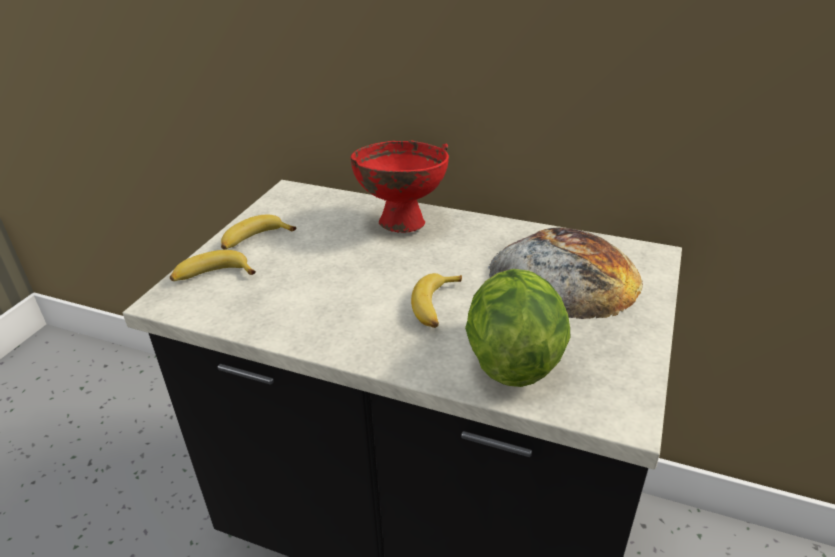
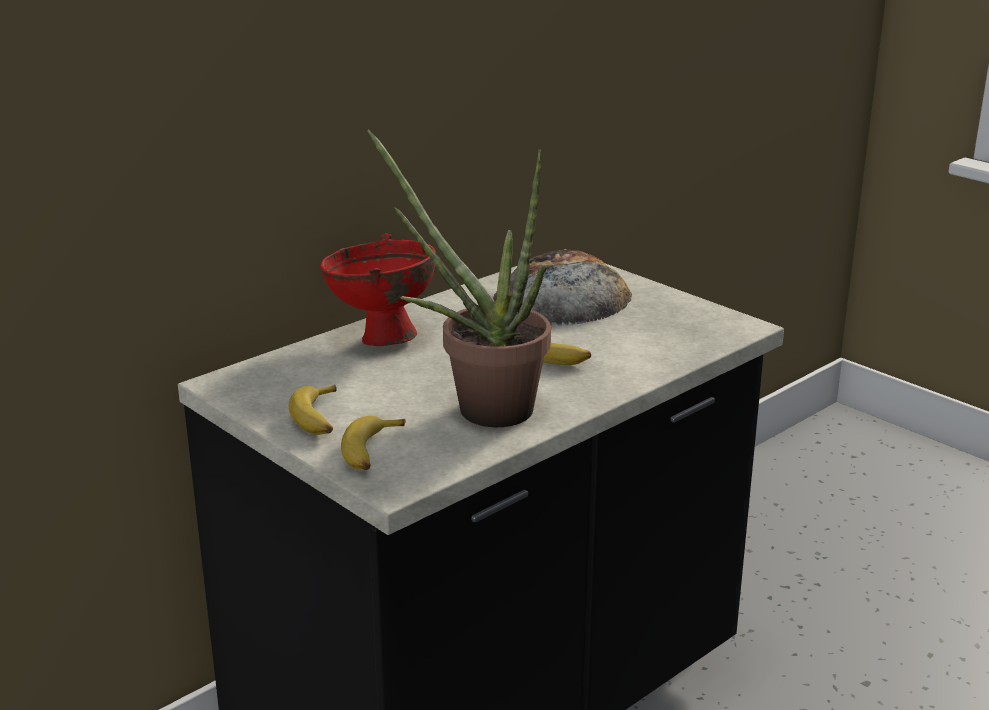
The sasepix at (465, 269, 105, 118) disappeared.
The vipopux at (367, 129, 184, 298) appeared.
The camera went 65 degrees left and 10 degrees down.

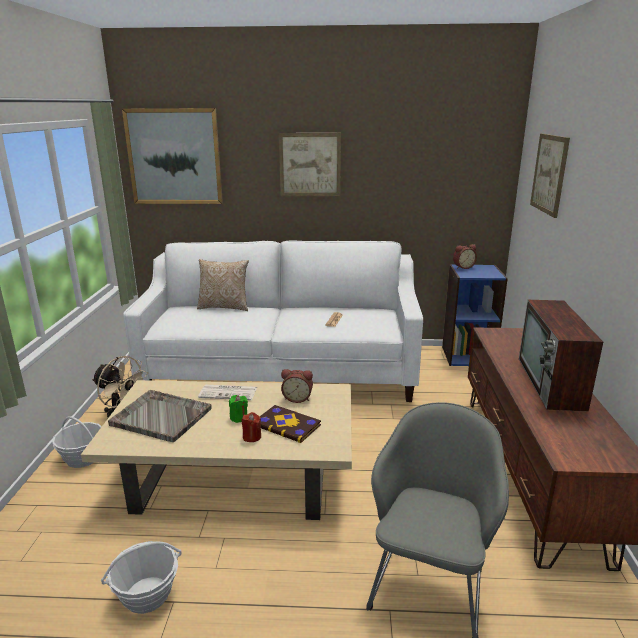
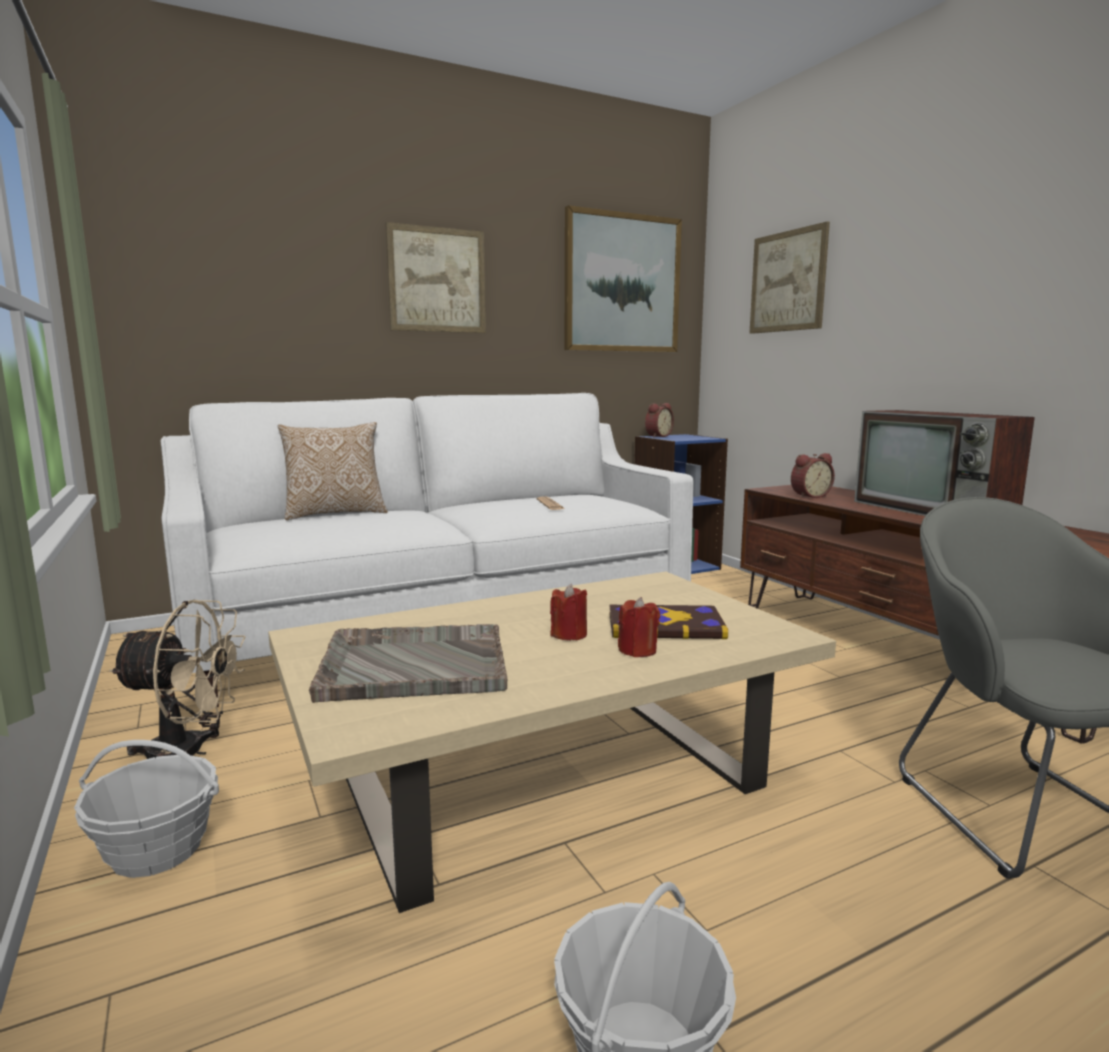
The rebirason at (198, 385, 59, 15) disappeared.
The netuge moved from (122, 108, 101, 96) to (565, 205, 117, 147).
The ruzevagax moved from (281, 369, 32, 34) to (791, 453, 44, 45).
The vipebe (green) at (229, 395, 19, 28) became the vipebe (red) at (550, 584, 37, 56).
The camera went 30 degrees left and 10 degrees down.

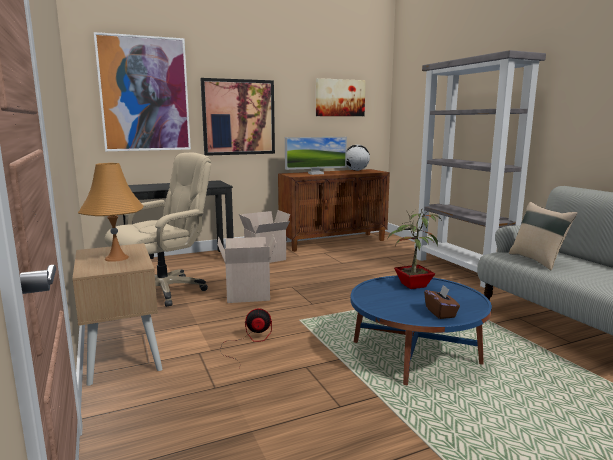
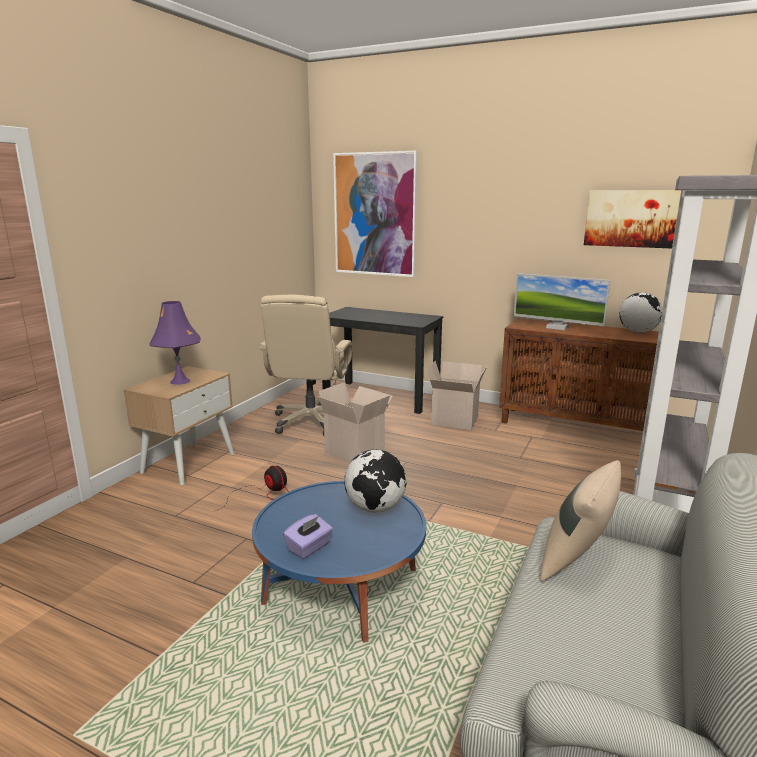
The netuge at (200, 78, 75, 78) disappeared.
The vipopux at (388, 209, 54, 80) was replaced by the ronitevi at (344, 449, 63, 64).
The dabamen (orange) at (78, 163, 66, 99) became the dabamen (purple) at (150, 301, 51, 84).
The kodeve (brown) at (424, 285, 36, 34) became the kodeve (purple) at (283, 514, 50, 45).
The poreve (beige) at (105, 153, 106, 154) turned 90 degrees clockwise.
The camera went 50 degrees right and 5 degrees up.

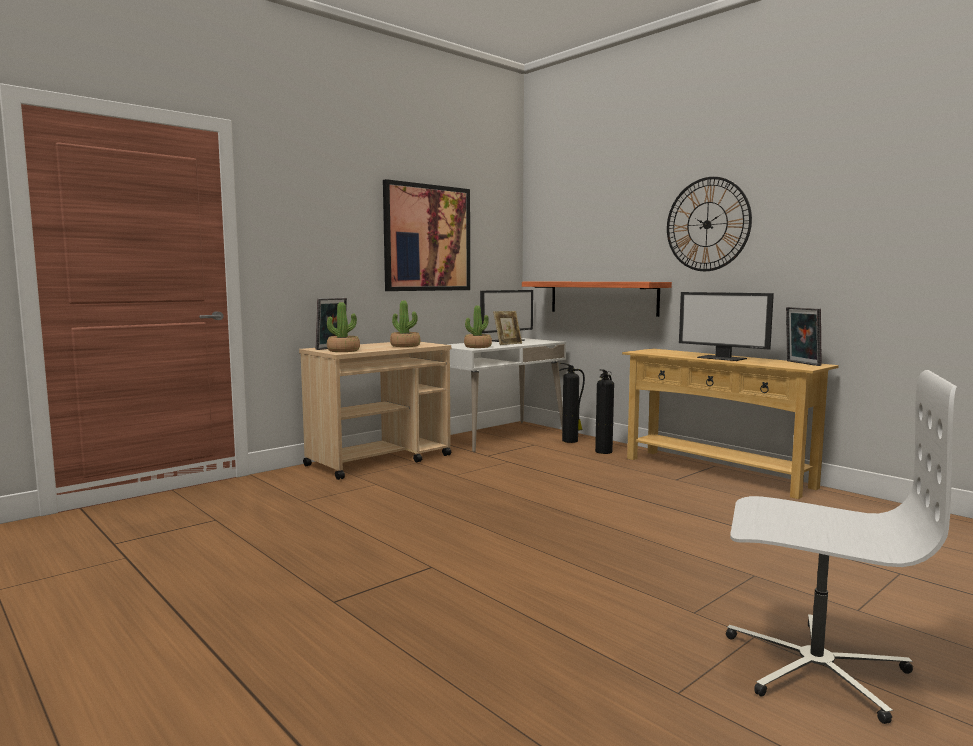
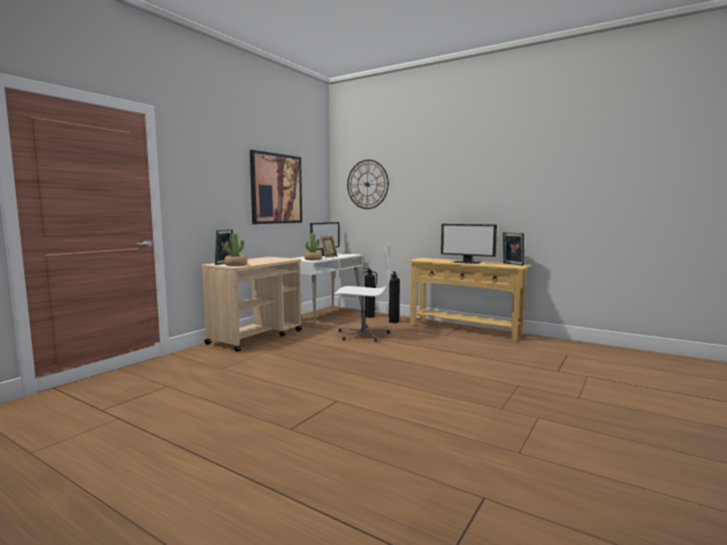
The vipopux at (390, 301, 30, 46) disappeared.
The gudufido at (522, 282, 150, 35) disappeared.
The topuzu moved from (667, 177, 85, 94) to (347, 160, 42, 49).
The poreve (white) moved from (726, 370, 231, 354) to (334, 243, 57, 99).
The camera went 15 degrees left and 0 degrees up.

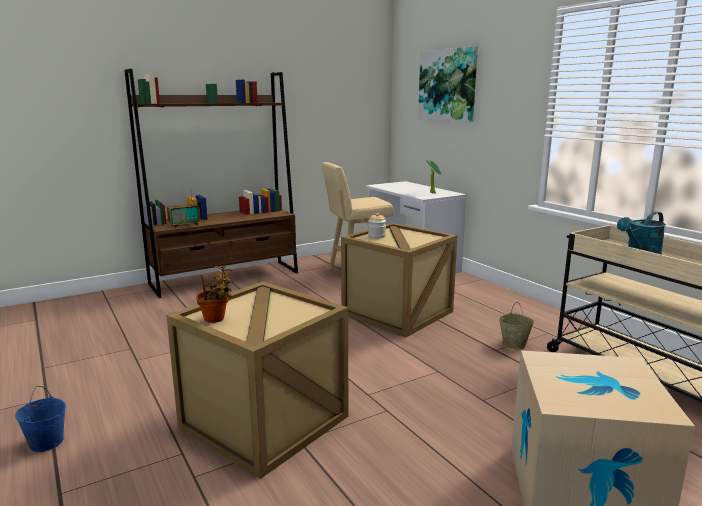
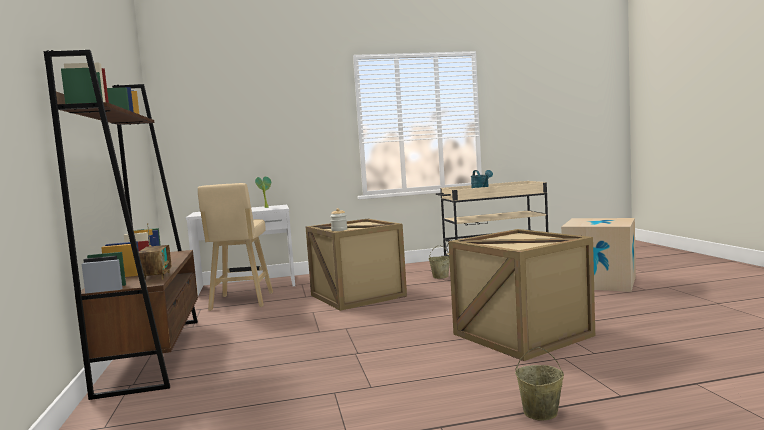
The vipopux at (196, 265, 38, 58) disappeared.
The netuge at (418, 46, 60, 76) disappeared.
The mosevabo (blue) at (15, 386, 51, 66) became the mosevabo (beige) at (515, 347, 49, 73).
The camera went 70 degrees left and 10 degrees down.

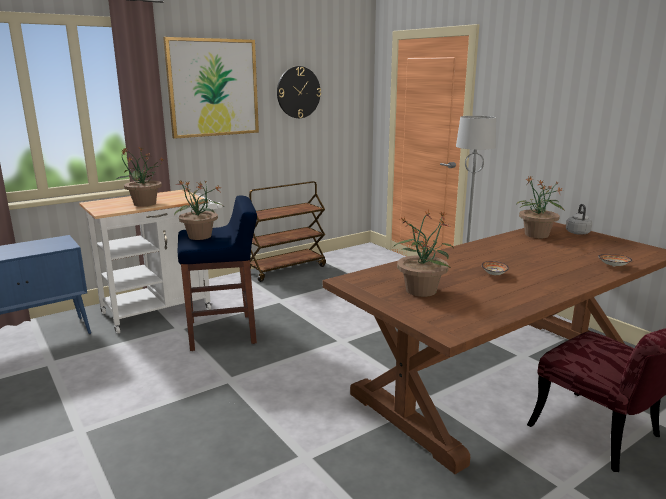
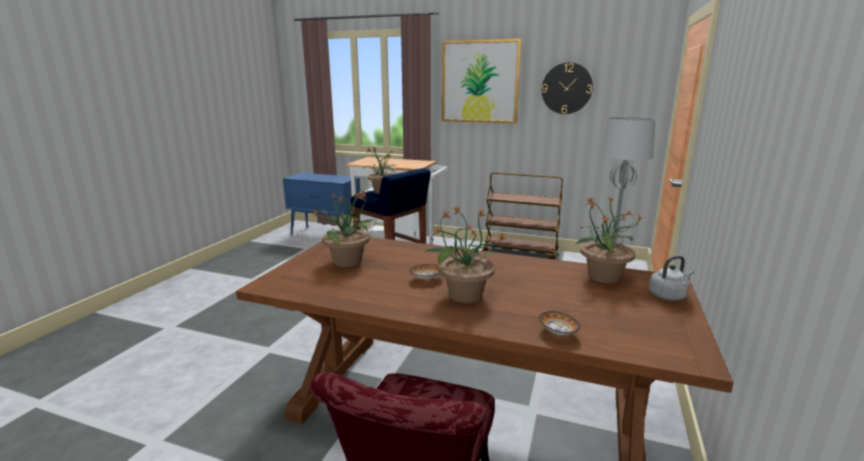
The vipopux moved from (115, 148, 48, 58) to (423, 206, 83, 97).
The camera went 55 degrees right and 0 degrees up.

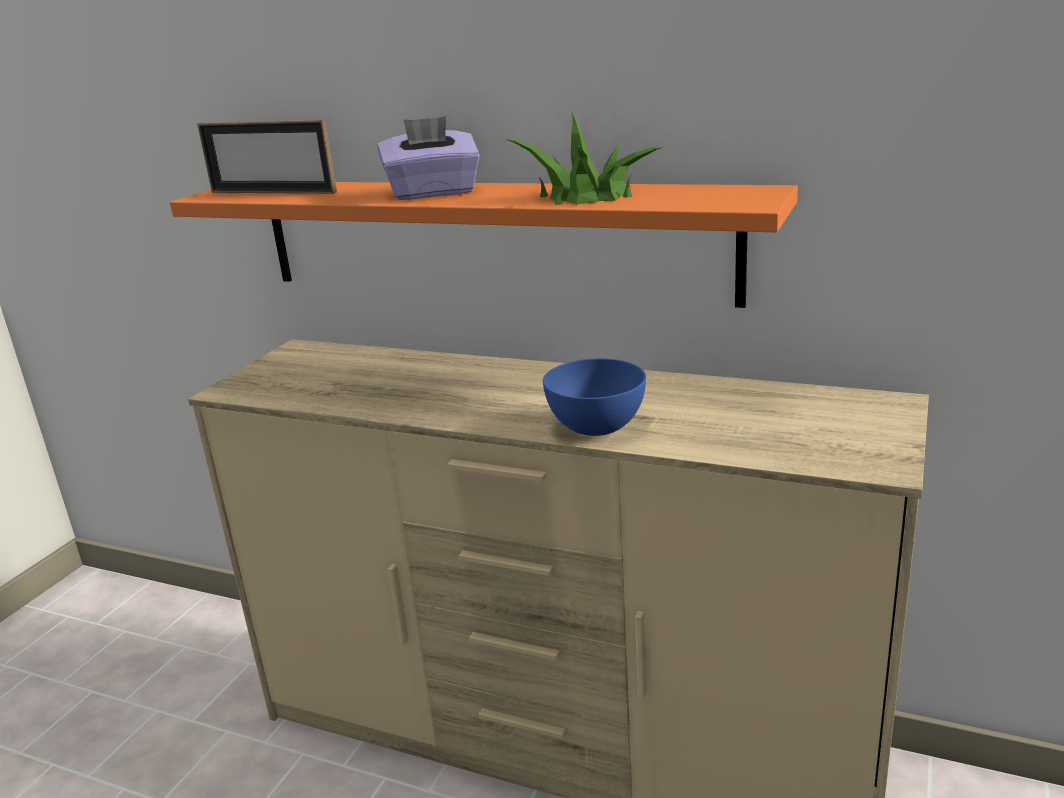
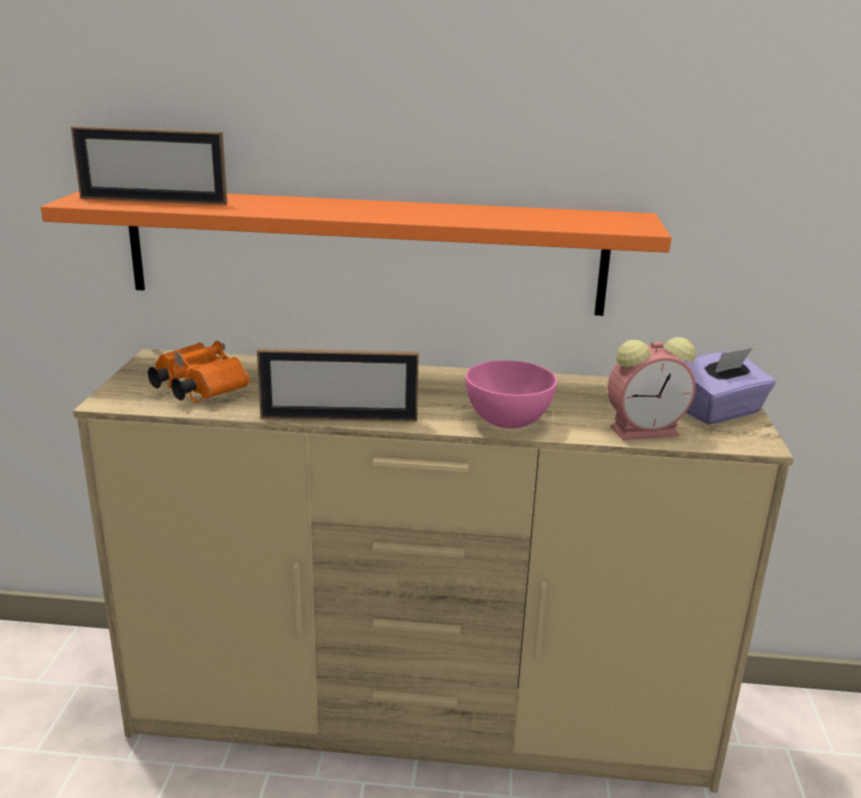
The vipopux at (506, 113, 157, 92) disappeared.
The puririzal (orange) at (148, 341, 102, 61) appeared.
The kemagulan at (257, 348, 162, 74) appeared.
The ruzevagax at (607, 337, 89, 103) appeared.
The kodeve (purple) moved from (377, 116, 103, 84) to (684, 348, 92, 77).
The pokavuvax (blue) at (543, 358, 103, 78) became the pokavuvax (pink) at (466, 360, 91, 69).
The camera went 20 degrees left and 0 degrees up.

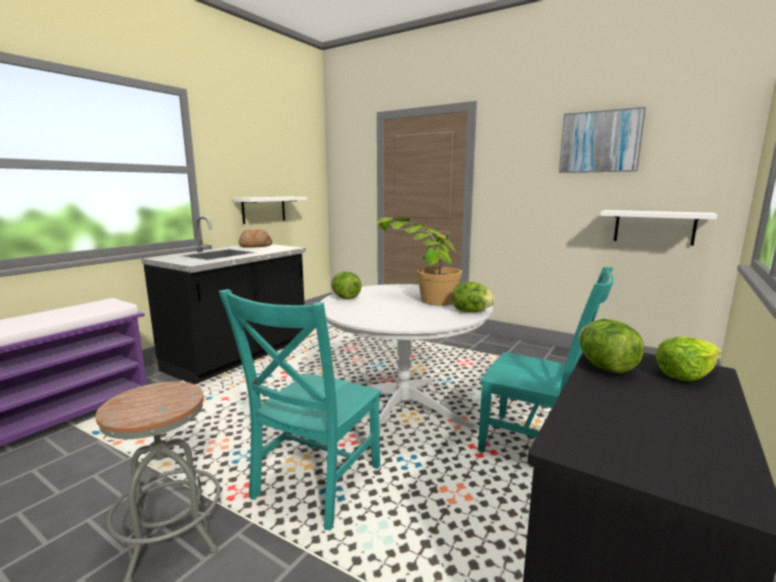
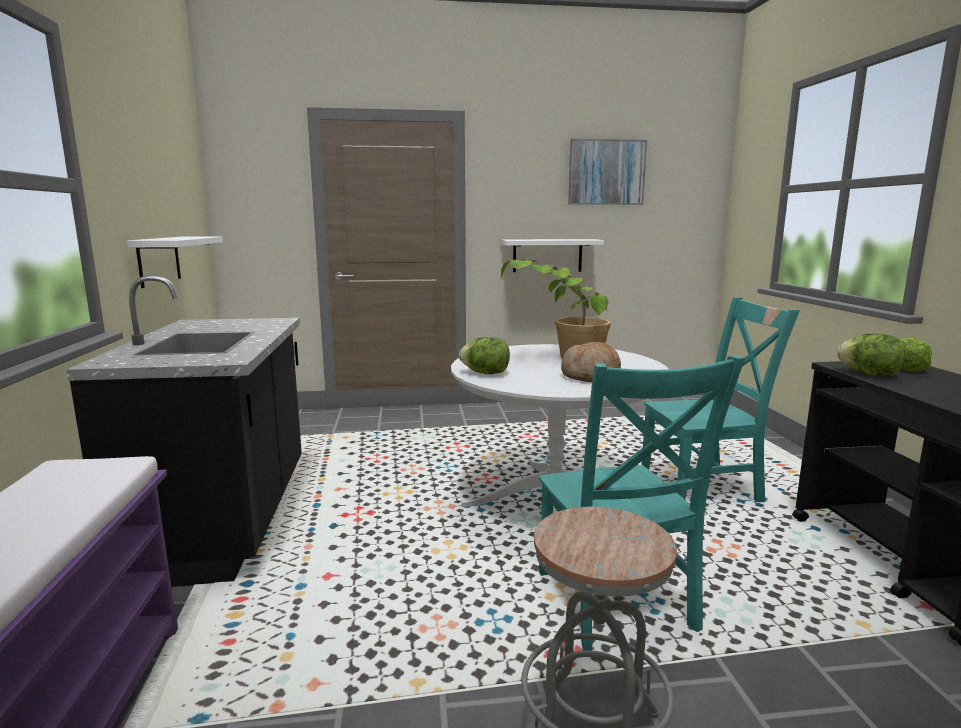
The sasepix at (453, 282, 42, 30) disappeared.
The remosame moved from (239, 229, 33, 19) to (561, 342, 60, 40).
The gudufido (white) moved from (600, 210, 117, 36) to (501, 239, 103, 33).
The camera went 40 degrees left and 0 degrees up.

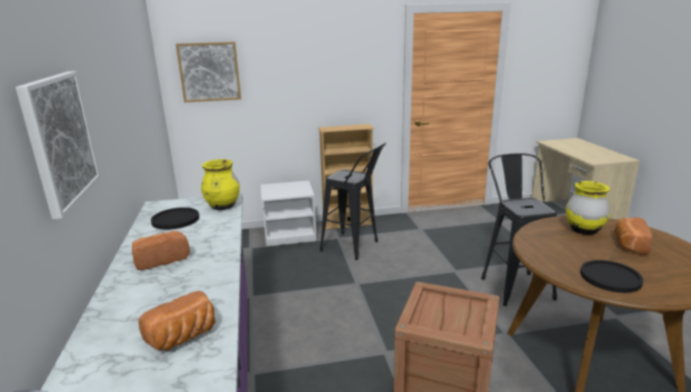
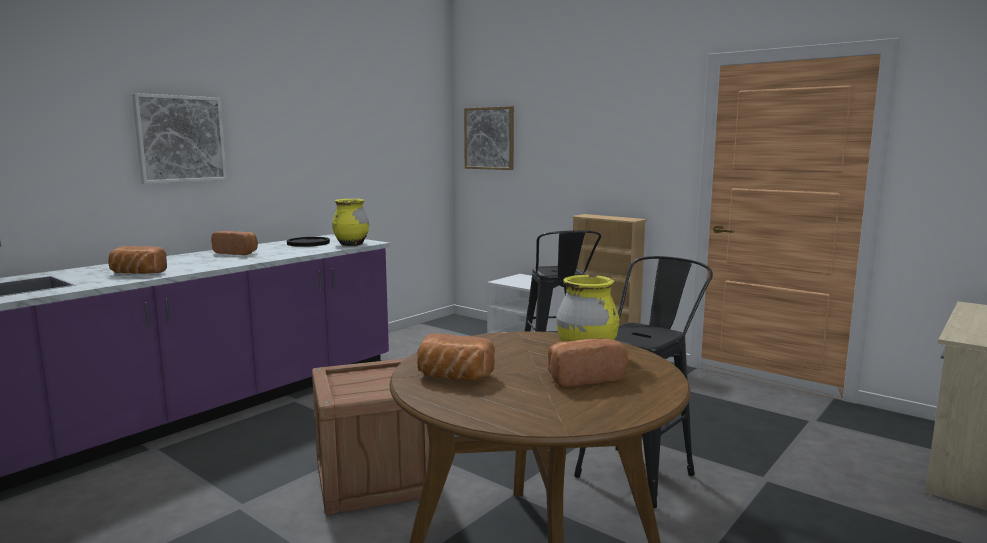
The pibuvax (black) at (580, 260, 63, 33) was replaced by the remosame at (417, 333, 78, 48).
The camera went 50 degrees right and 10 degrees down.

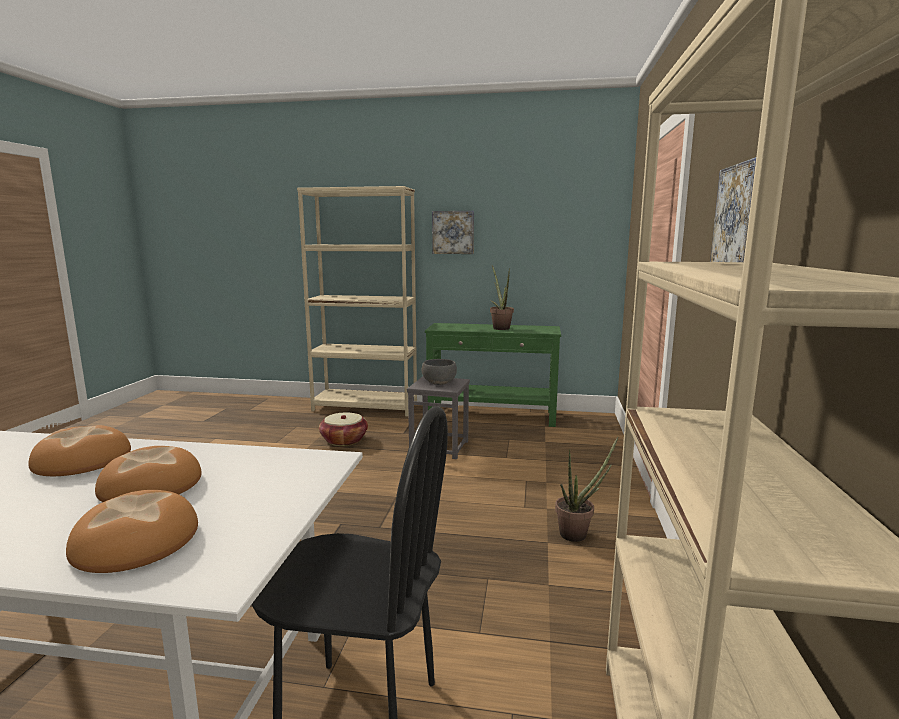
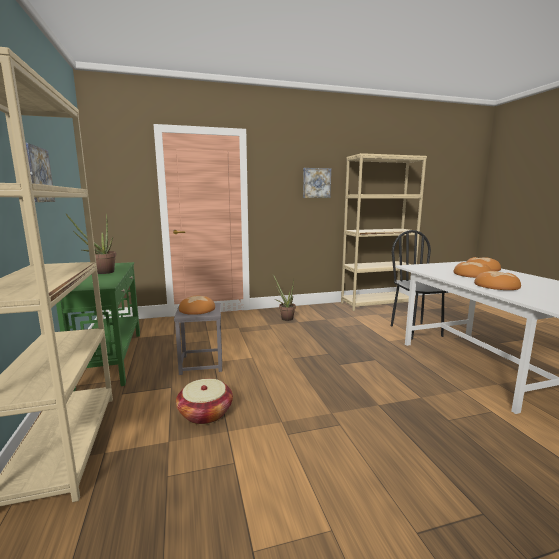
The pokavuvax (grey) at (422, 359, 35, 26) was replaced by the remosame at (179, 295, 36, 20).
The camera went 115 degrees left and 0 degrees up.

